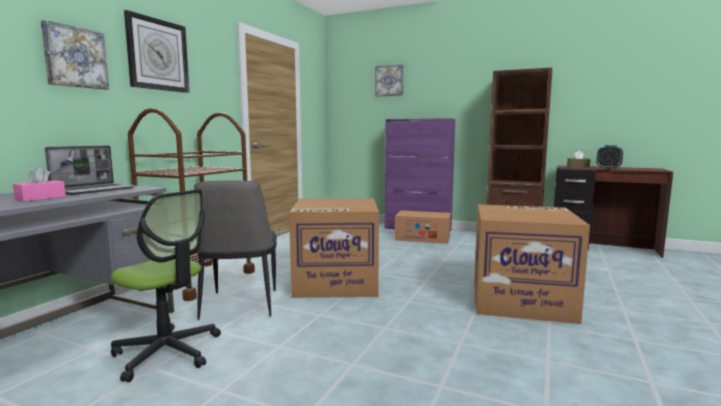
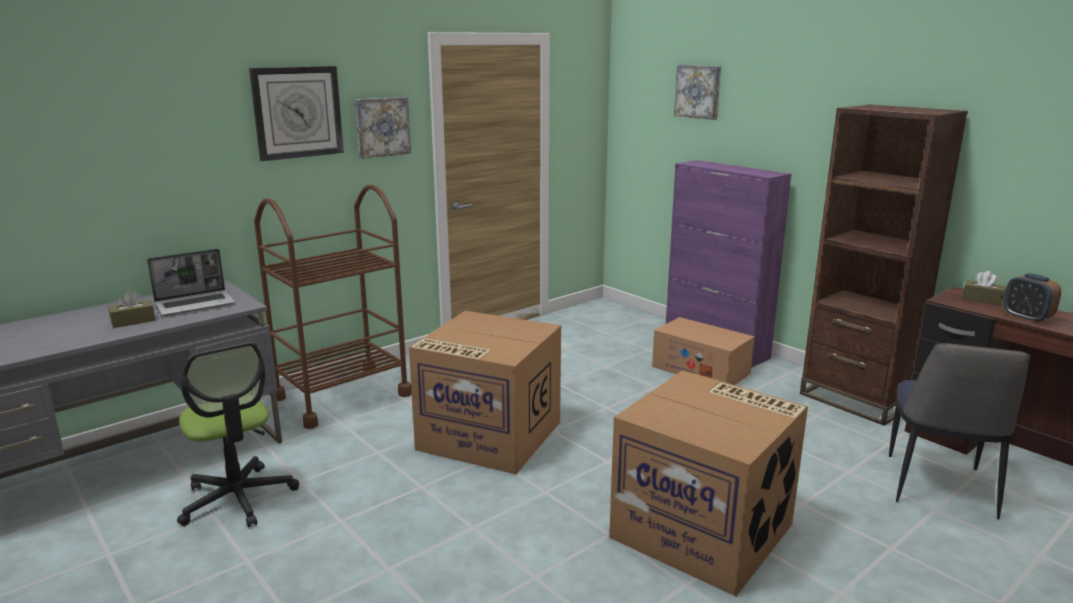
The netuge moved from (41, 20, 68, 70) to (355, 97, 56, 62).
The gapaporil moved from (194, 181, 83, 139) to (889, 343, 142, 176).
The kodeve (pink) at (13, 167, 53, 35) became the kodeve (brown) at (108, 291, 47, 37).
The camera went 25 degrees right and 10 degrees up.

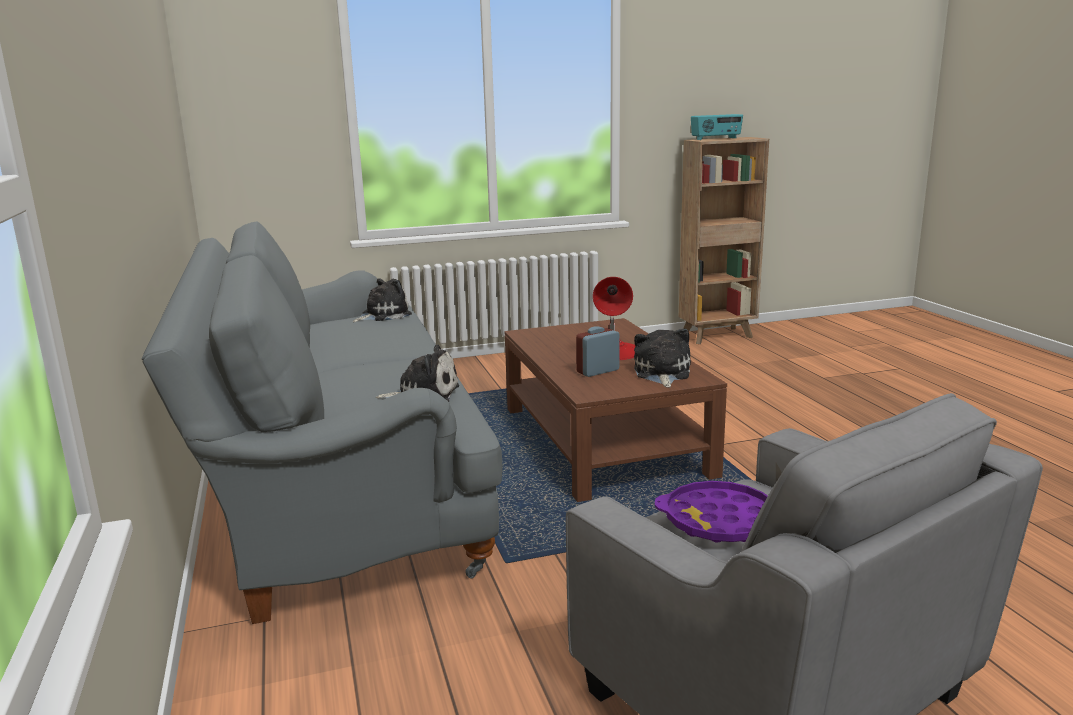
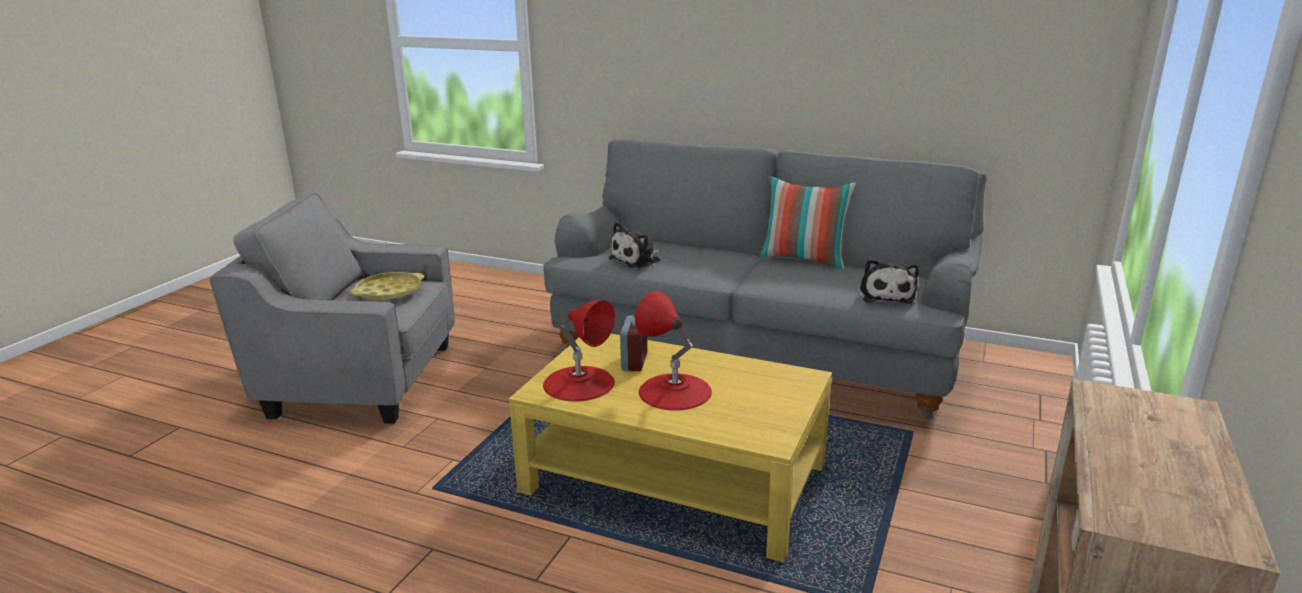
The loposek at (691, 114, 52, 26) disappeared.
The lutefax at (759, 176, 97, 93) appeared.
The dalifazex at (634, 328, 57, 60) was replaced by the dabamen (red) at (543, 300, 72, 102).
The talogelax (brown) at (504, 318, 223, 184) became the talogelax (yellow) at (509, 334, 323, 228).
The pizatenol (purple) at (655, 481, 113, 62) became the pizatenol (yellow) at (350, 272, 74, 29).
The camera went 130 degrees right and 5 degrees up.

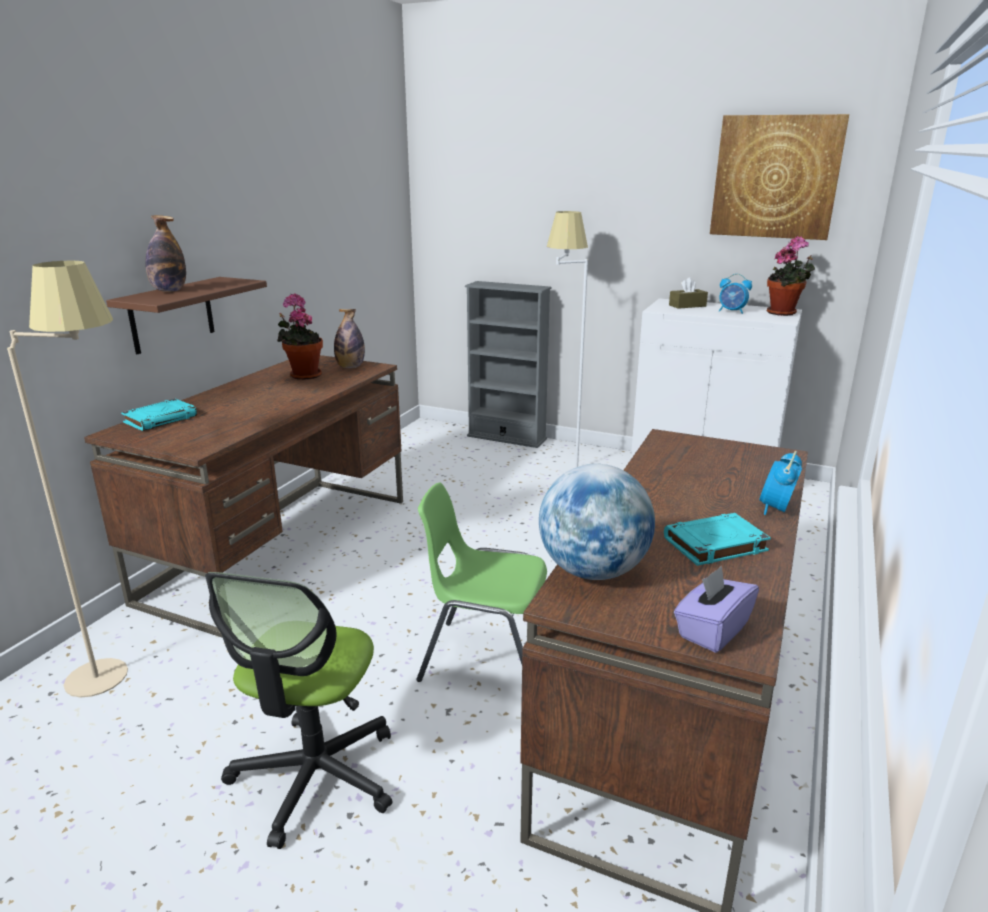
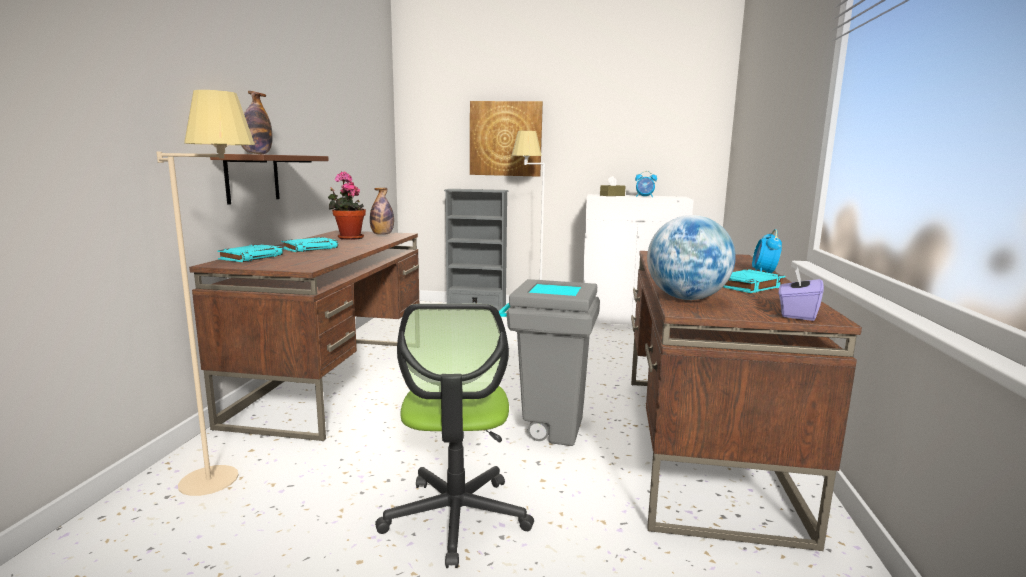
The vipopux at (767, 236, 48, 80) disappeared.
The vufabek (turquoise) at (281, 237, 57, 15) appeared.
The netuge moved from (710, 114, 139, 126) to (470, 101, 73, 76).
The gapaporil (green) at (417, 482, 130, 200) was replaced by the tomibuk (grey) at (499, 279, 101, 167).
The camera went 15 degrees left and 10 degrees down.

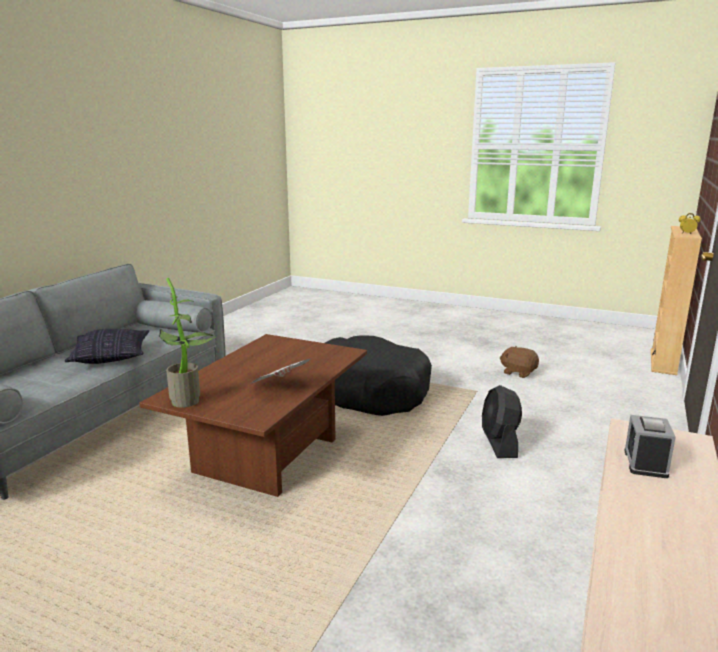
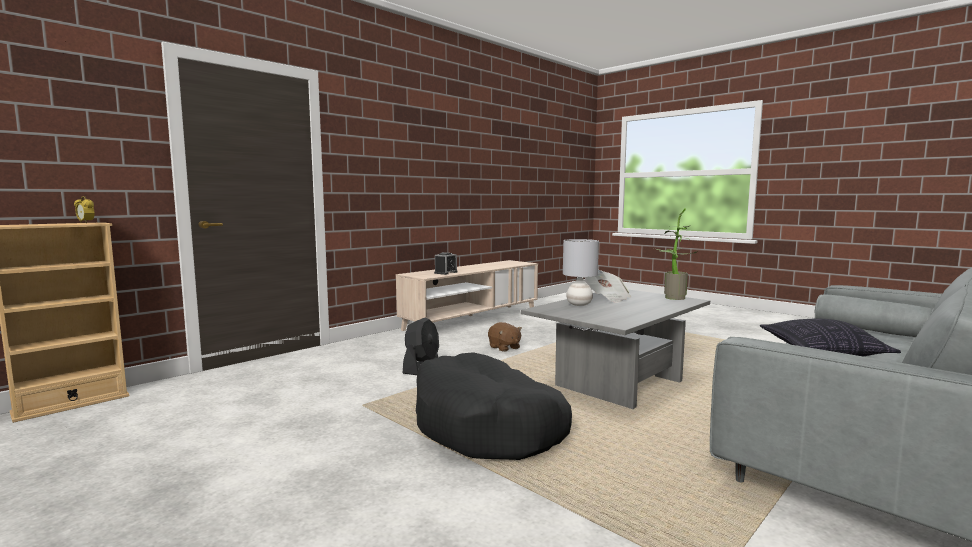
The dabamen (grey) at (563, 239, 36, 67) appeared.
The dalifazex (brown) moved from (500, 346, 39, 32) to (488, 322, 34, 30).
The talogelax (brown) at (139, 334, 228, 163) became the talogelax (grey) at (521, 289, 189, 120).
The camera went 160 degrees left and 10 degrees down.

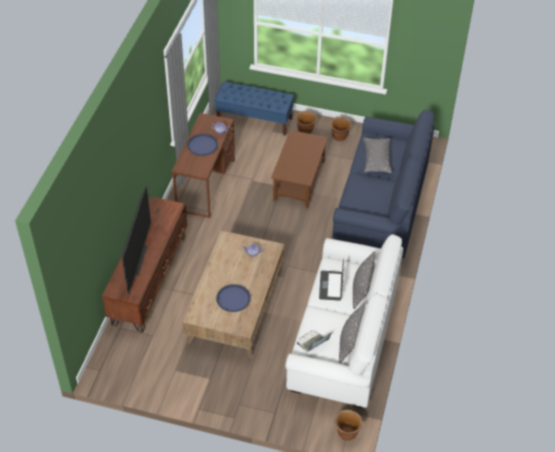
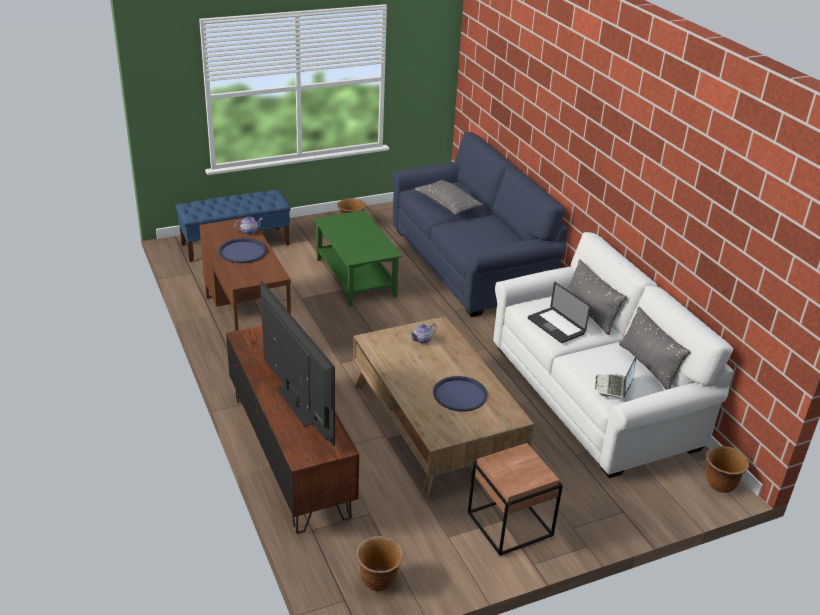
The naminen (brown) at (468, 443, 95, 113) appeared.
The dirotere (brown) moved from (295, 111, 22, 23) to (356, 536, 48, 55).
The talogelax (brown) at (271, 130, 57, 78) became the talogelax (green) at (313, 210, 89, 96).
The camera went 40 degrees left and 15 degrees down.

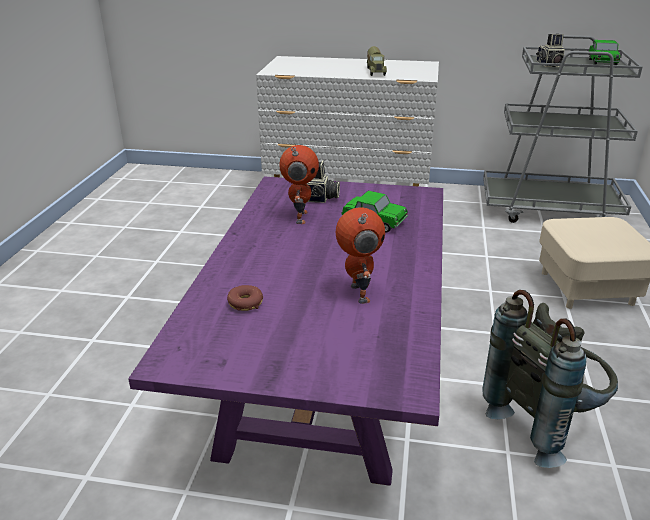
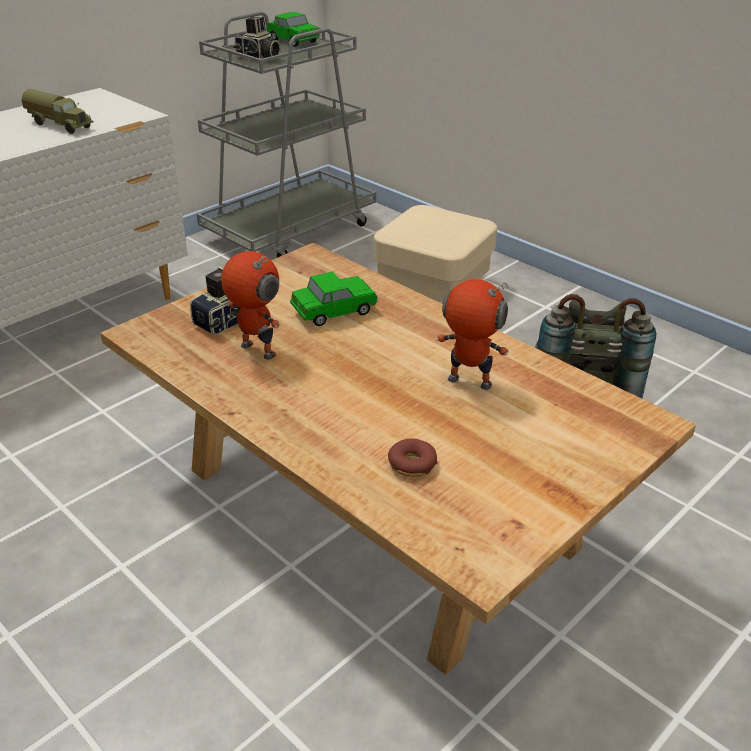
The talogelax (purple) at (128, 176, 315, 310) became the talogelax (beige) at (100, 243, 596, 432).
The camera went 55 degrees left and 5 degrees up.

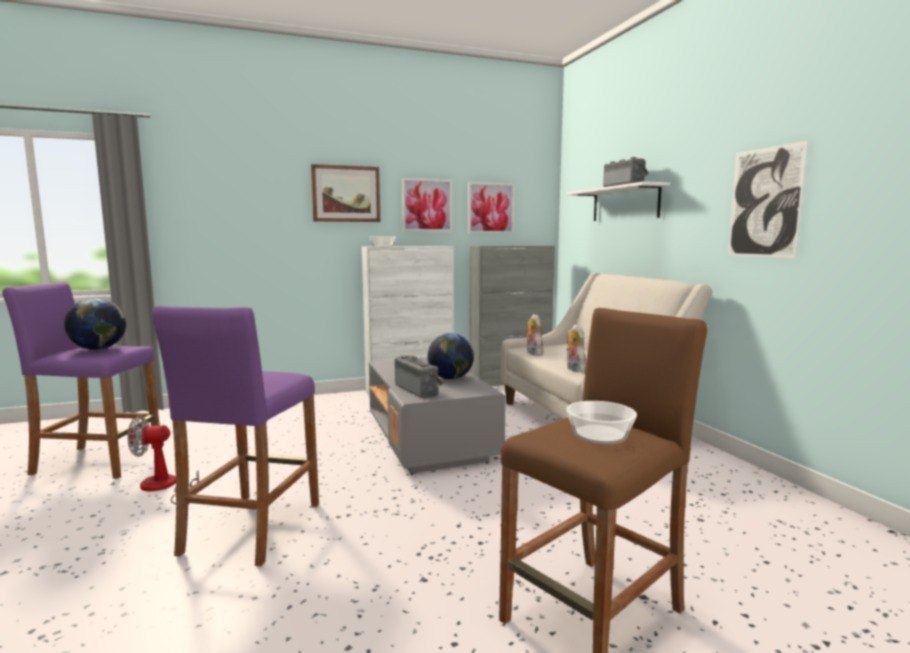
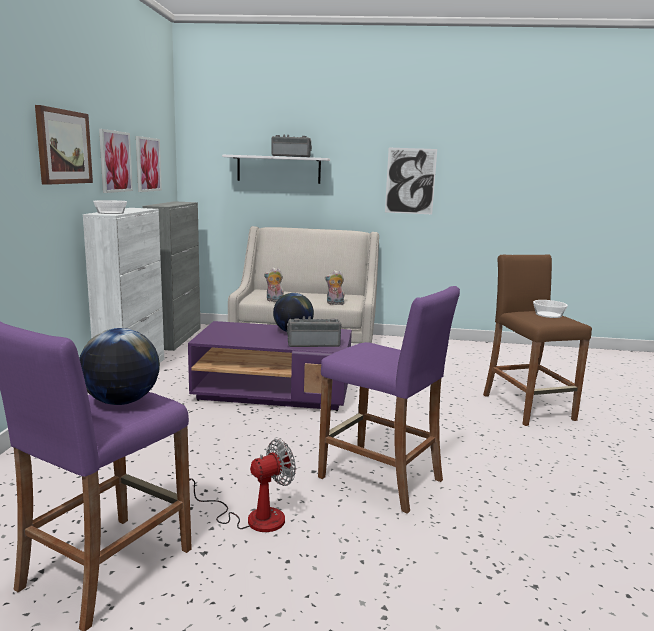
The talogelax (grey) at (369, 357, 137, 118) became the talogelax (purple) at (188, 321, 164, 90).
The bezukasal at (128, 416, 71, 88) turned 135 degrees counterclockwise.
The camera went 65 degrees left and 5 degrees up.

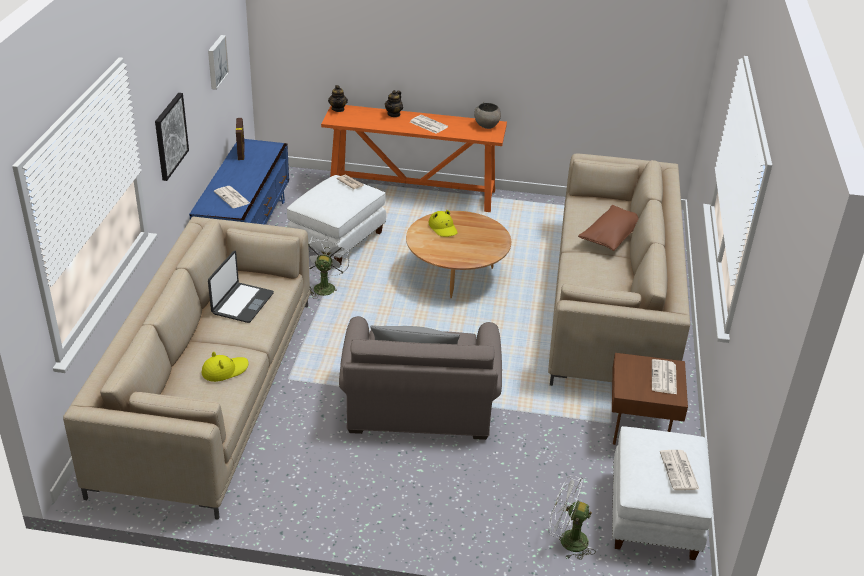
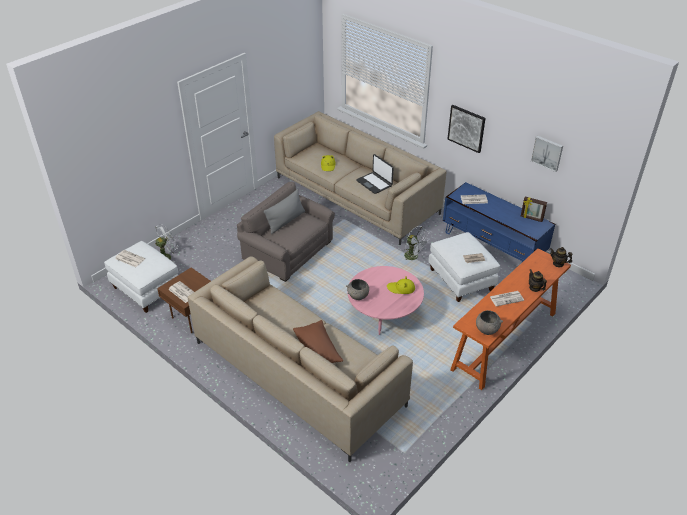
The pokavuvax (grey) at (346, 279, 23, 21) appeared.
The talogelax (brown) at (406, 211, 105, 87) became the talogelax (pink) at (347, 266, 77, 69).
The camera went 125 degrees right and 5 degrees up.

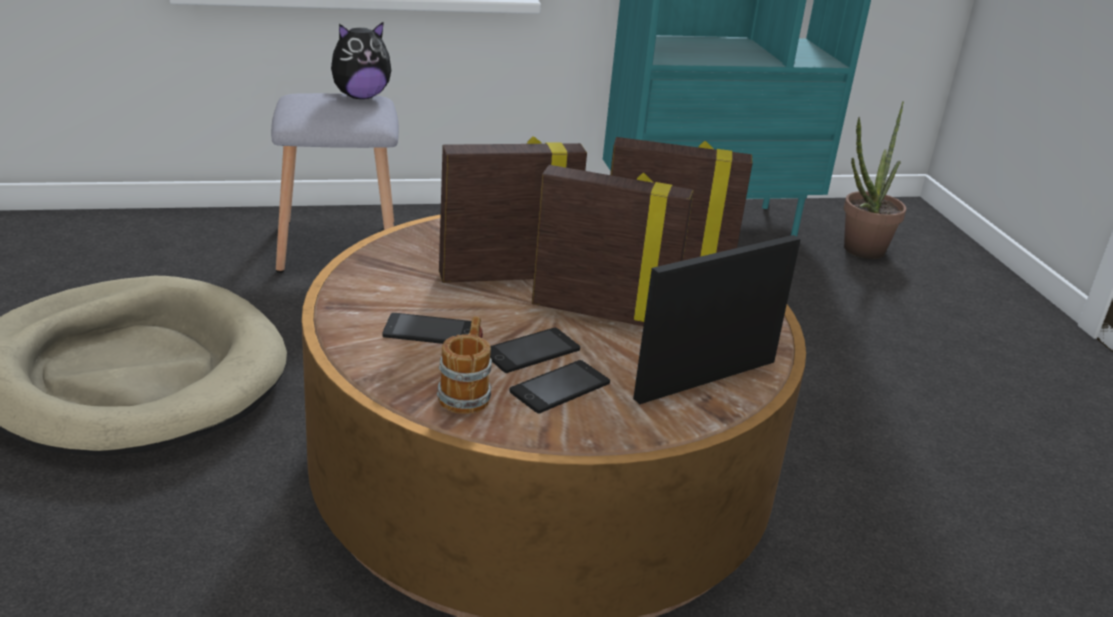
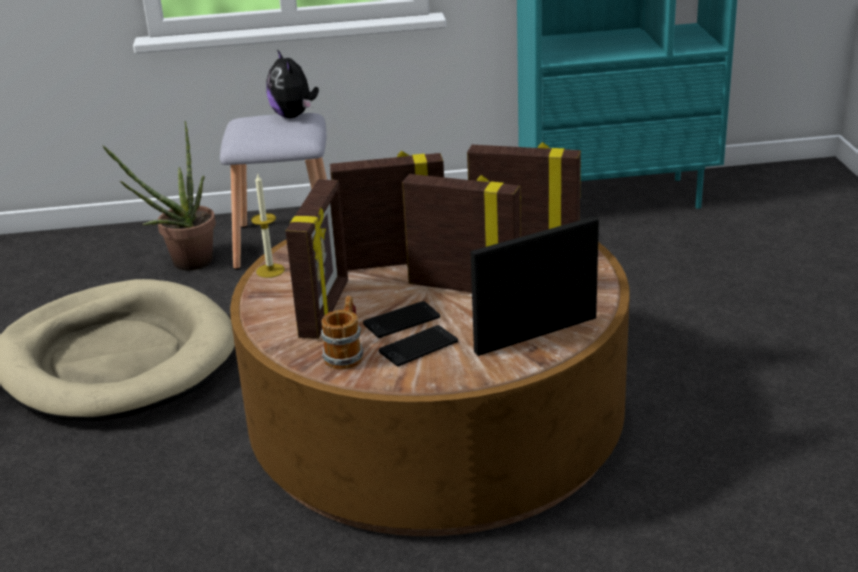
The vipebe at (251, 174, 34, 104) appeared.
The vipopux moved from (844, 101, 62, 158) to (102, 121, 114, 149).
The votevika at (382, 313, 89, 31) was replaced by the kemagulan at (285, 179, 63, 160).
The dalifazex at (331, 21, 60, 78) turned 90 degrees clockwise.
The camera went 10 degrees right and 0 degrees up.

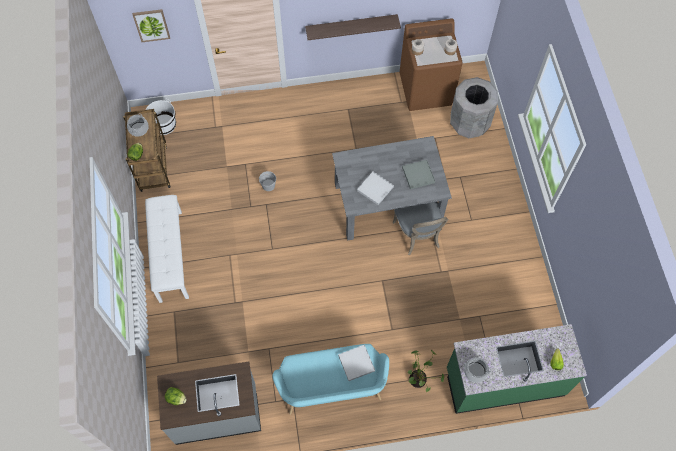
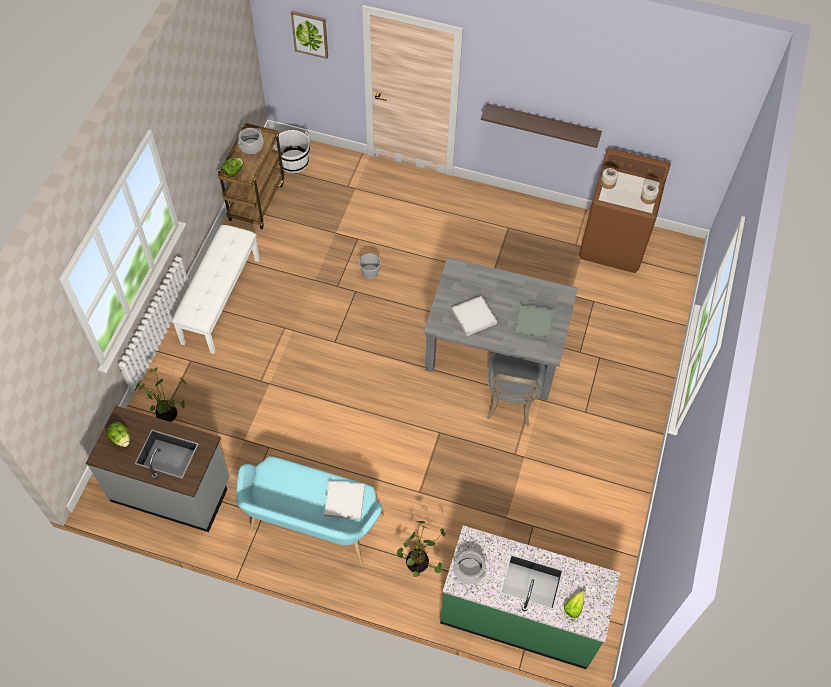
The tomibuk (grey) at (450, 77, 48, 61) disappeared.
The vipopux at (135, 368, 53, 54) appeared.
The camera went 25 degrees right and 5 degrees down.

